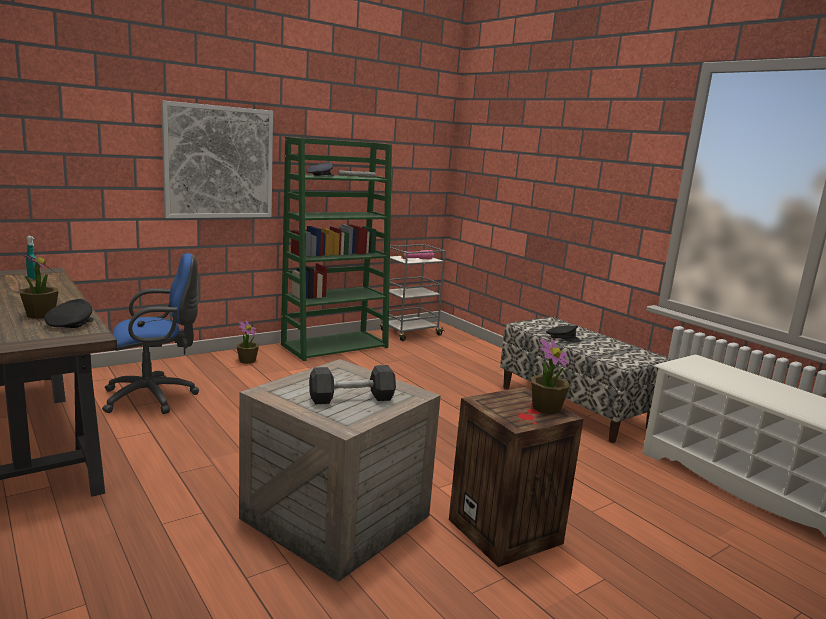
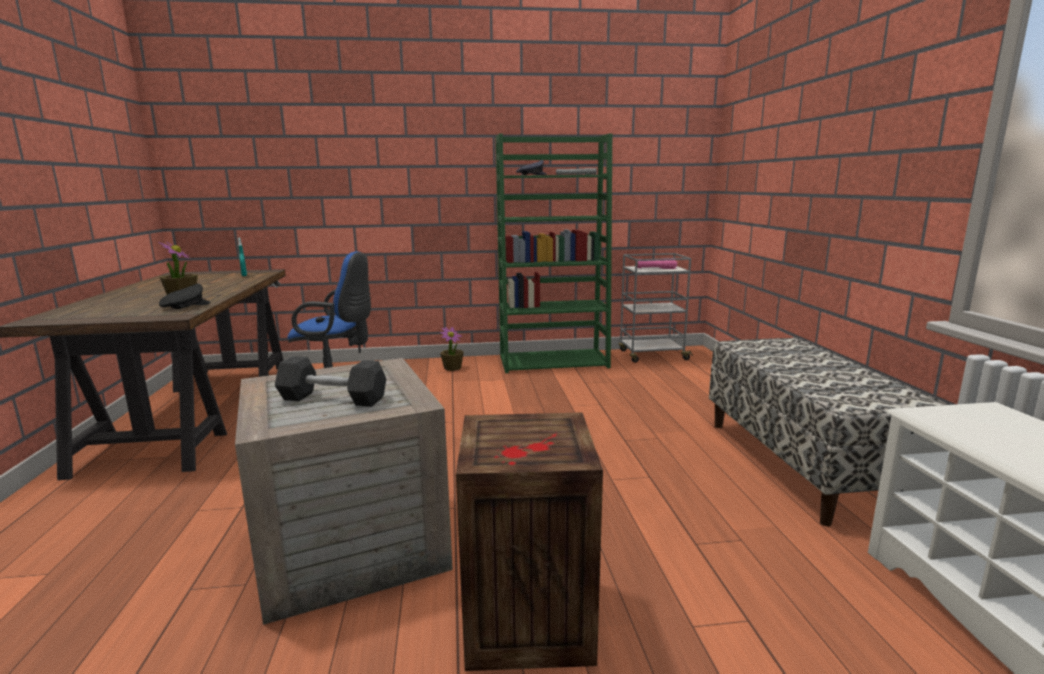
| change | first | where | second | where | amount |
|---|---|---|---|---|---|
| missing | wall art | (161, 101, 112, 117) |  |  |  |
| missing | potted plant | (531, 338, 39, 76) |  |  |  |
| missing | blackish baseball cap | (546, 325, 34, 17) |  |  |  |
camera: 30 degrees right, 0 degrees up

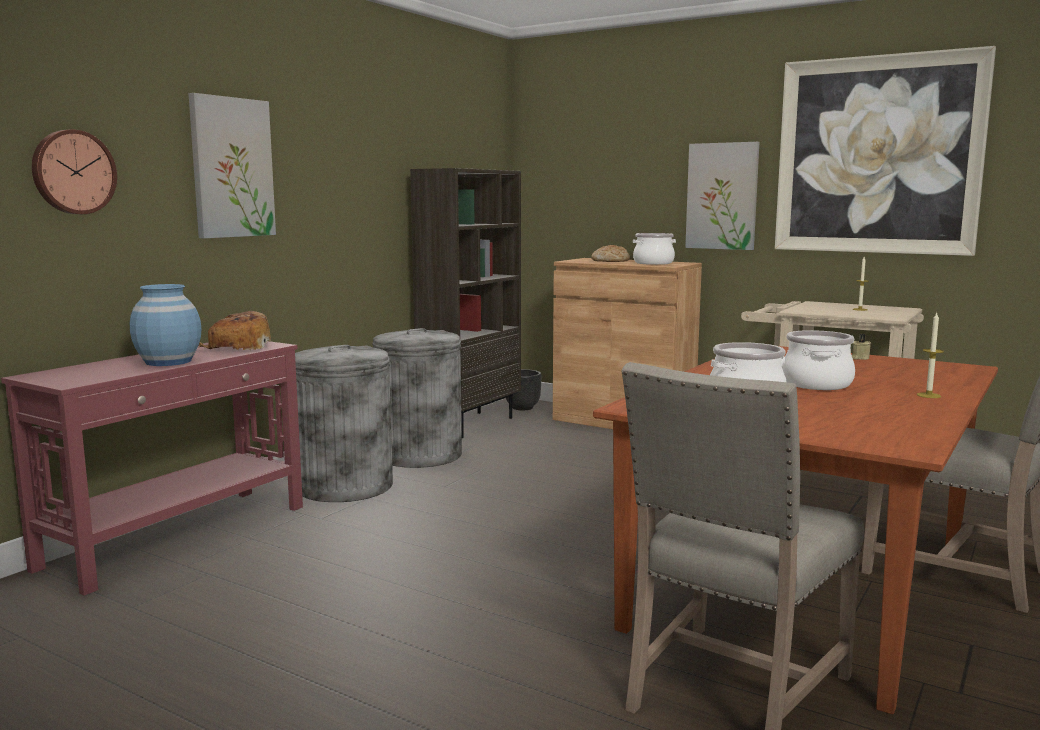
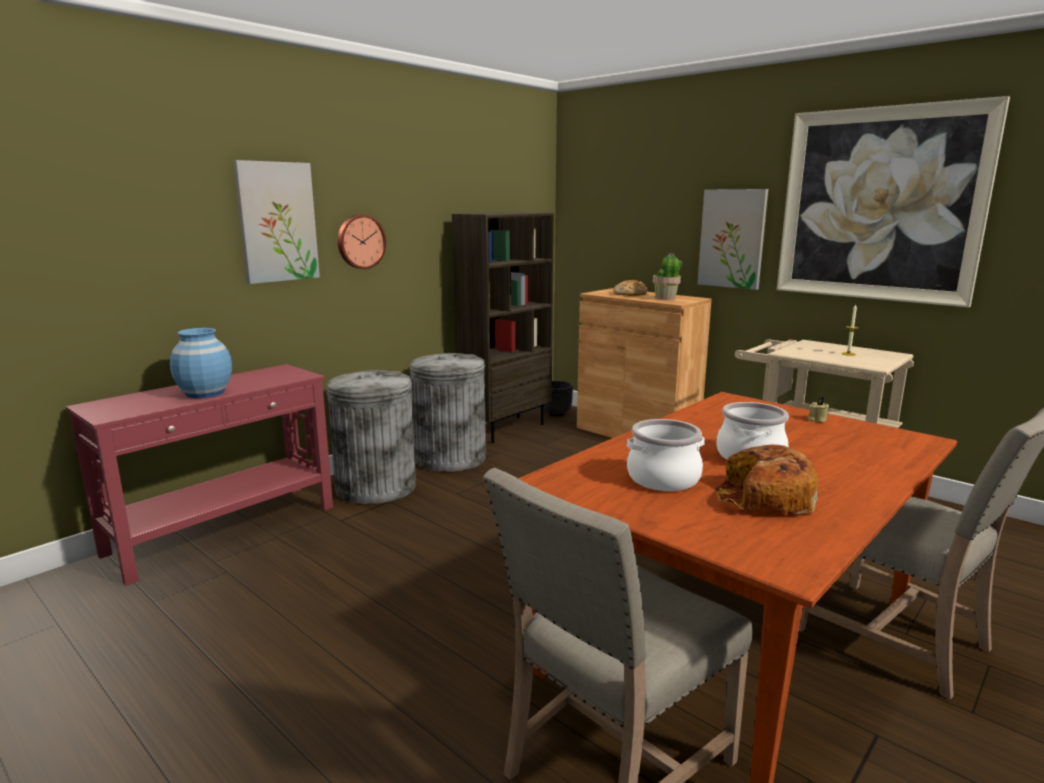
| change | first | where | second | where | amount |
|---|---|---|---|---|---|
| missing | wax candle | (917, 313, 27, 85) |  |  |  |
| relocated | hanging clock | (32, 129, 85, 85) |  | (338, 215, 48, 54) |  |
| relocated | bread | (198, 311, 73, 39) |  | (714, 444, 104, 71) |  |
| exchanged | saucepot | (633, 233, 43, 32) | potted plant | (653, 253, 29, 47) |  |
camera: 10 degrees right, 5 degrees up

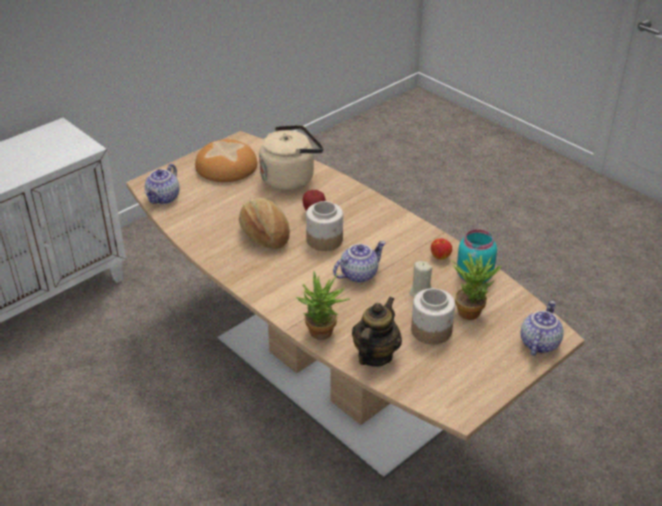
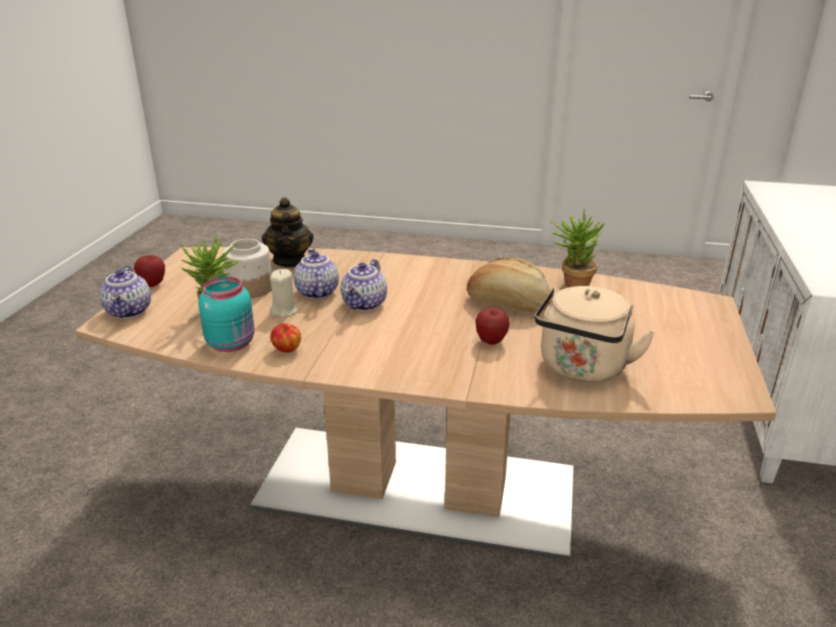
| change | first | where | second | where | amount |
|---|---|---|---|---|---|
| missing | bread | (195, 139, 62, 43) |  |  |  |
| missing | jar | (306, 201, 37, 50) |  |  |  |
| appeared |  |  | apple | (134, 255, 31, 32) |  |
| relocated | pot for tea | (145, 164, 34, 40) |  | (294, 249, 45, 50) |  |
| relocated | potted plant | (296, 271, 54, 69) |  | (550, 209, 55, 78) |  |
camera: 145 degrees right, 10 degrees down

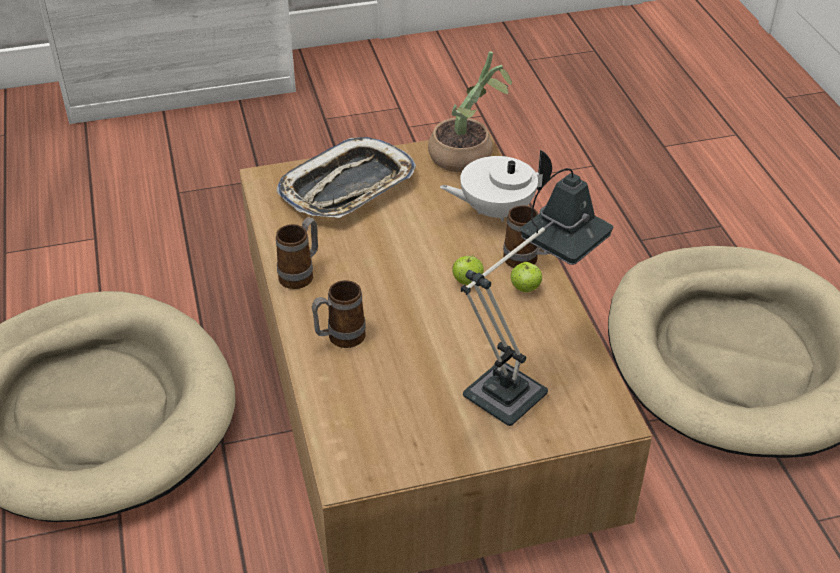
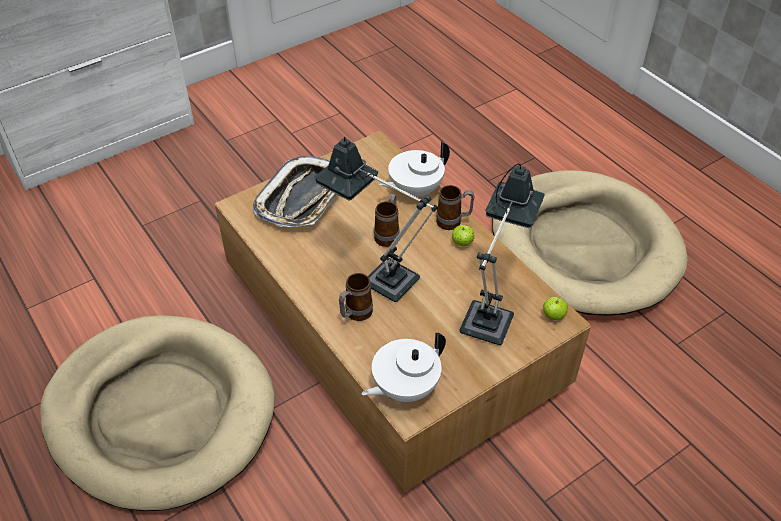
| change | first | where | second | where | amount |
|---|---|---|---|---|---|
| missing | potted plant | (428, 52, 84, 120) |  |  |  |
| appeared |  |  | tabletop lamp | (314, 137, 124, 165) |  |
| appeared |  |  | white pot for tea | (362, 332, 84, 70) |  |
| relocated | tea mug | (276, 217, 42, 72) |  | (374, 194, 26, 53) |  |
| relocated | apple | (452, 255, 32, 30) |  | (543, 297, 25, 23) |  |
camera: 20 degrees left, 5 degrees up

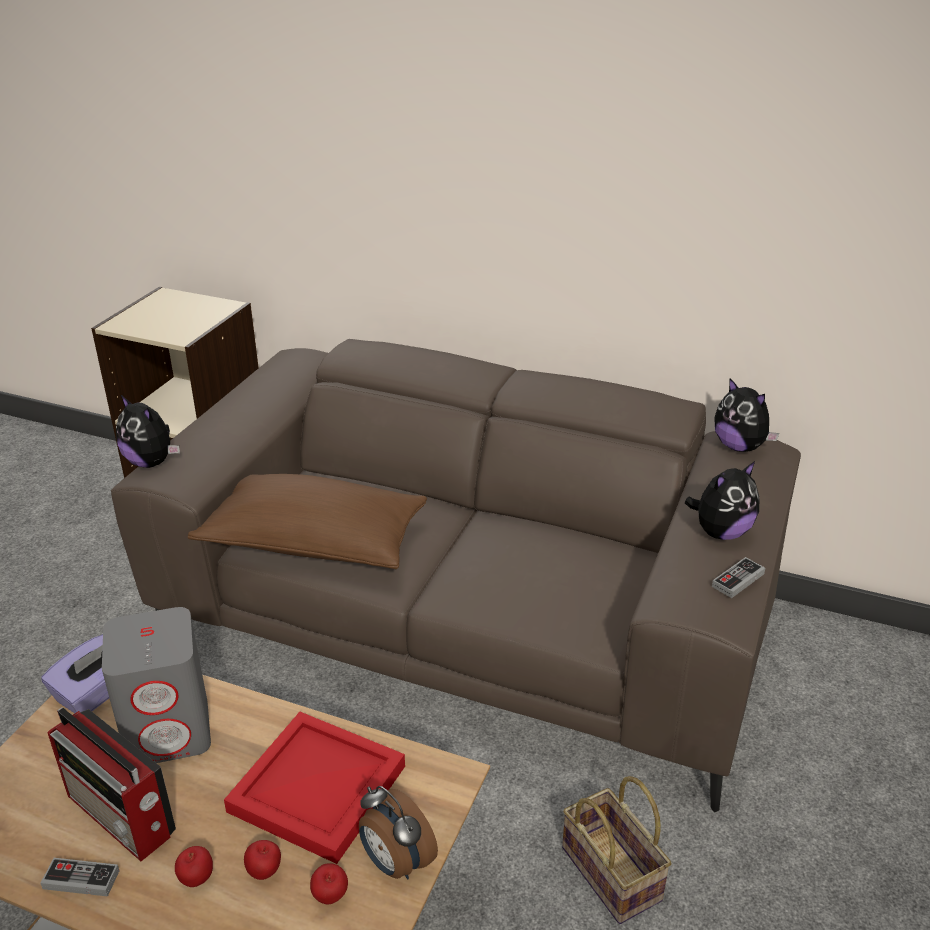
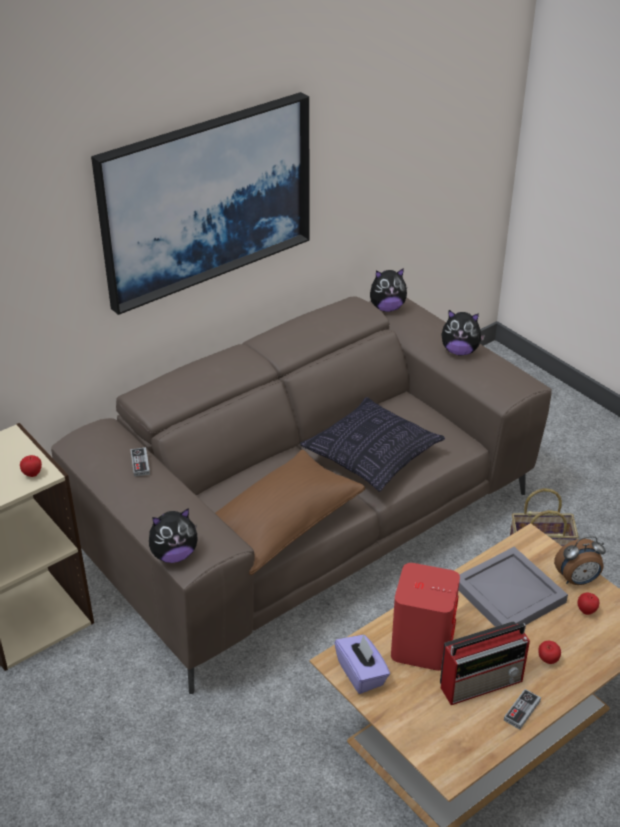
| change | first | where | second | where | amount |
|---|---|---|---|---|---|
| appeared |  |  | wall art | (91, 92, 218, 223) |  |
| appeared |  |  | throw pillow | (300, 397, 145, 94) |  |
| relocated | apple | (244, 840, 37, 40) |  | (20, 455, 22, 22) |  |
| relocated | joypad | (712, 557, 53, 41) |  | (130, 447, 20, 30) |  |
| colour | gray speaker | (102, 607, 109, 156) | reddish speaker | (391, 563, 69, 108) |  |
| colour | reddish tray | (224, 712, 181, 152) | gray tray | (458, 547, 110, 80) |  |
| spun | plush toy | (685, 461, 74, 79) |  | (441, 310, 45, 46) | 105 degrees clockwise |
camera: 60 degrees left, 5 degrees up

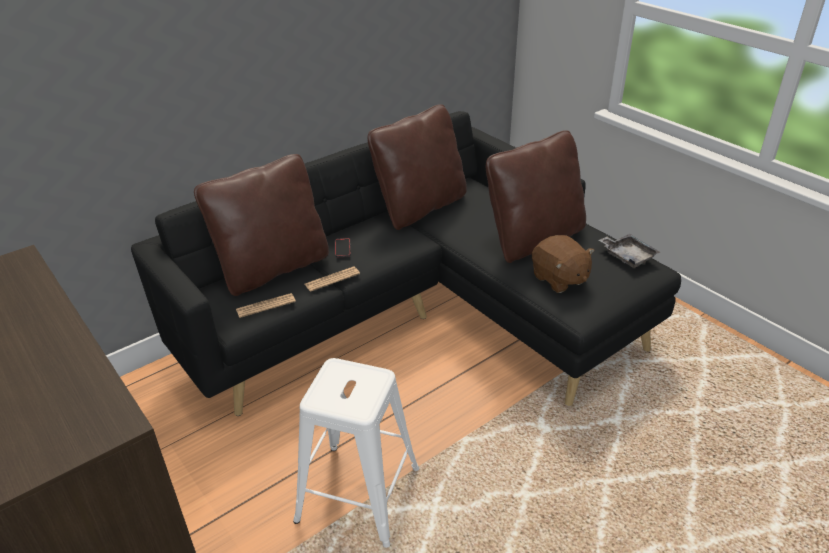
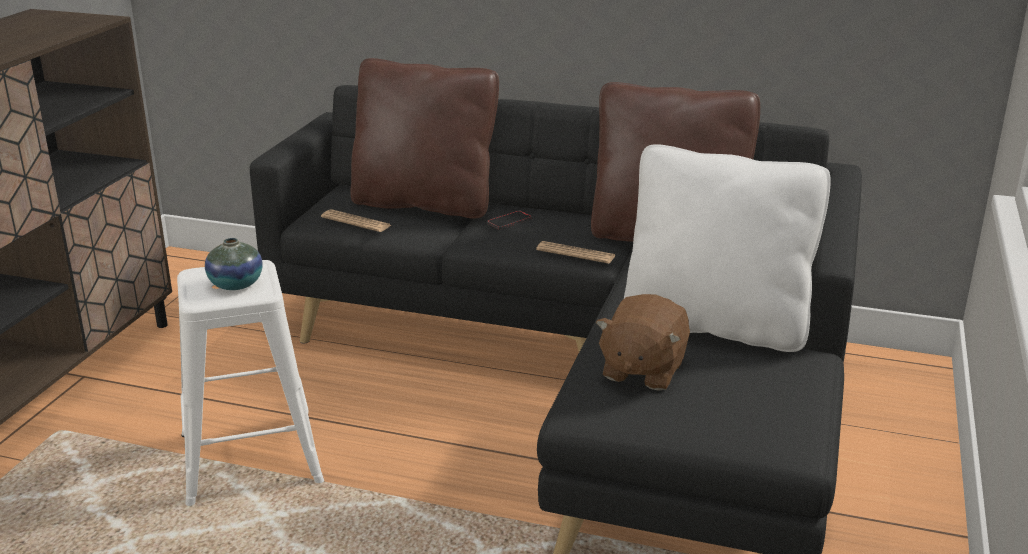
| change | first | where | second | where | amount |
|---|---|---|---|---|---|
| missing | gray tray | (599, 234, 61, 34) |  |  |  |
| appeared |  |  | decorative vase | (205, 238, 57, 52) |  |
| relocated | newspaper | (305, 266, 55, 26) |  | (536, 241, 80, 23) |  |
| colour | brown-coloured throw pillow | (486, 130, 100, 133) | white throw pillow | (624, 144, 207, 208) |  |
camera: 55 degrees right, 10 degrees down

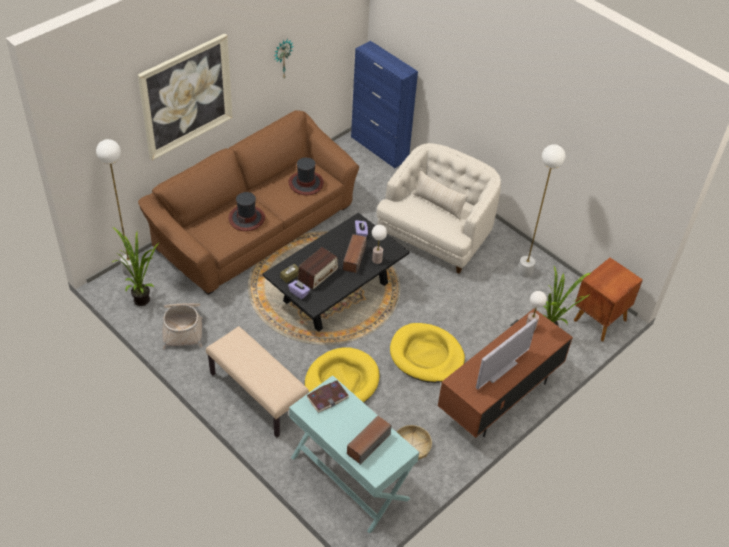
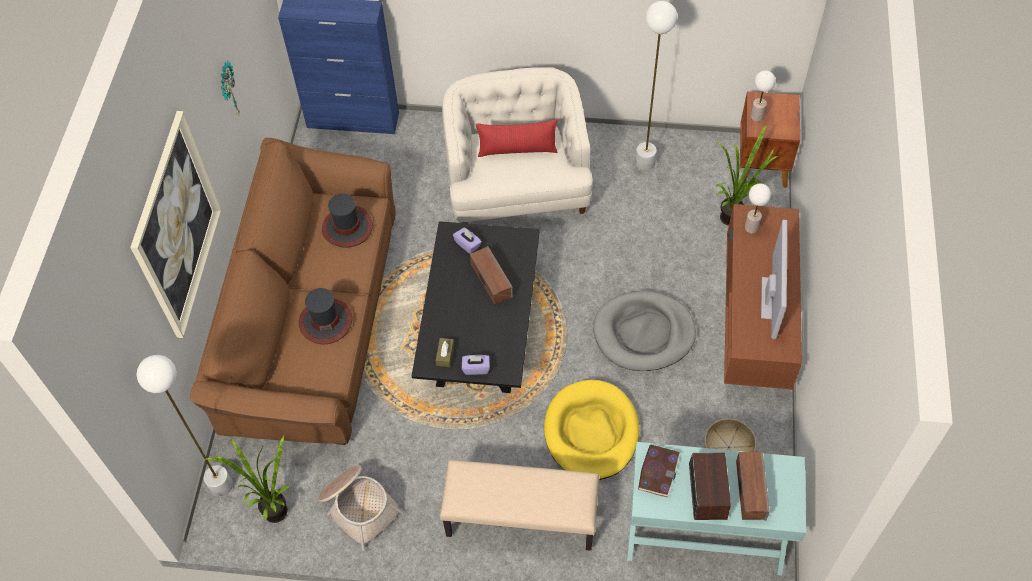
| change | first | where | second | where | amount |
|---|---|---|---|---|---|
| relocated | radio | (298, 247, 40, 42) |  | (689, 452, 42, 68) |  |
| relocated | tabletop lamp | (372, 225, 15, 39) |  | (750, 70, 26, 52) |  |
| colour | yellow dog bed | (390, 323, 75, 60) | gray dog bed | (593, 291, 103, 80) |  |
| colour | sand-coloured throw pillow | (413, 170, 56, 49) | reddish throw pillow | (476, 119, 81, 38) |  |
camera: 35 degrees left, 10 degrees up

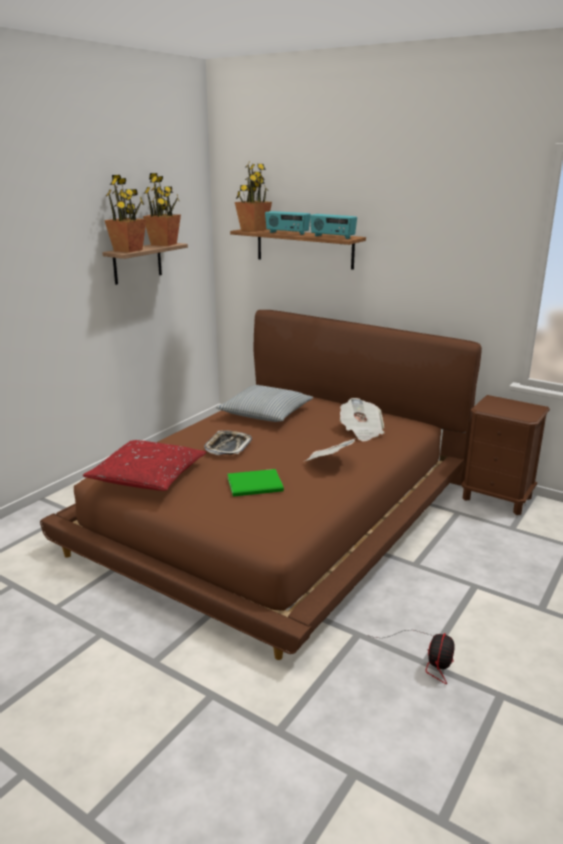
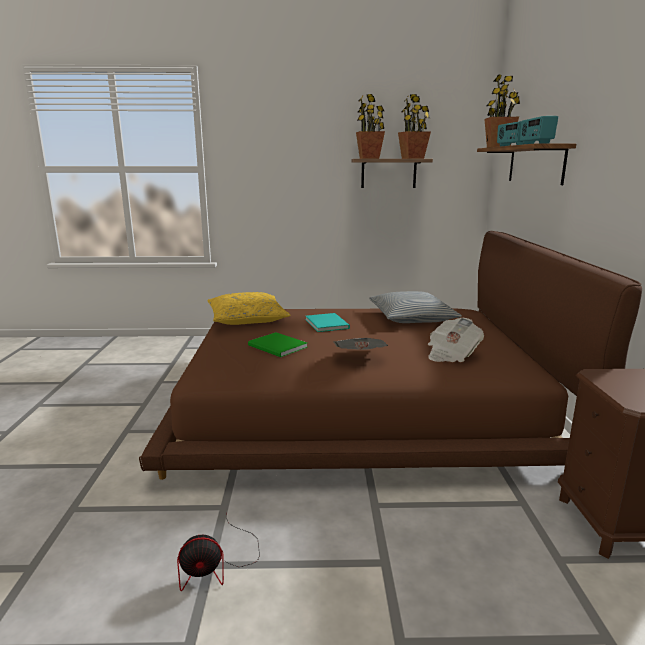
| change | first | where | second | where | amount |
|---|---|---|---|---|---|
| exchanged | tray | (204, 431, 48, 24) | blue-green book | (305, 313, 45, 19) |  |
| colour | reddish throw pillow | (83, 440, 123, 51) | yellow throw pillow | (208, 292, 83, 33) |  |
camera: 55 degrees right, 5 degrees down

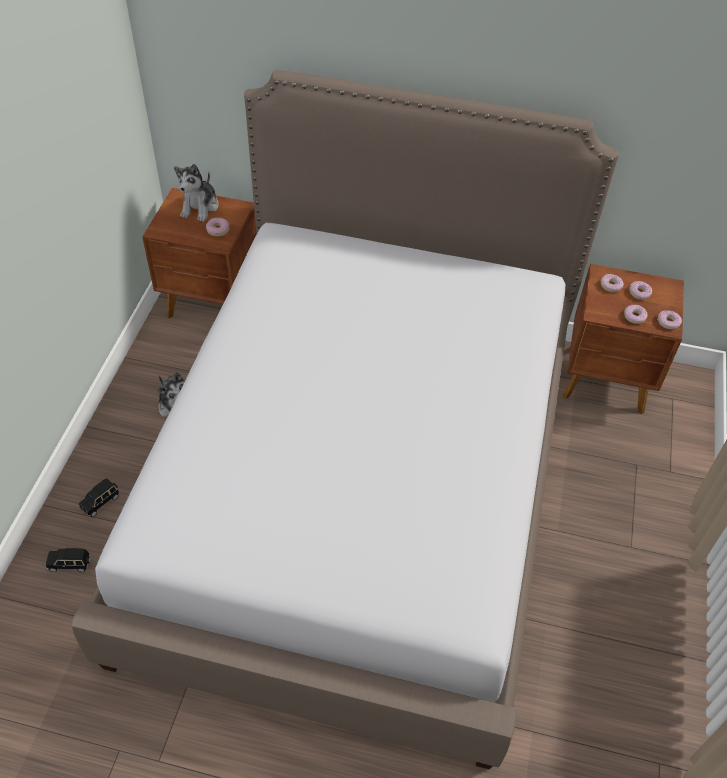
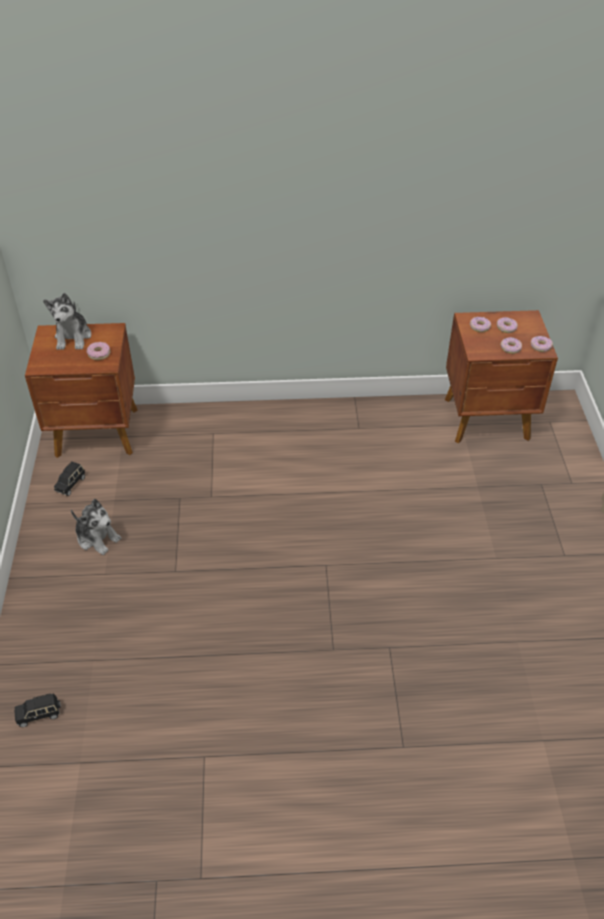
| change | first | where | second | where | amount |
|---|---|---|---|---|---|
| missing | bedroom bed | (72, 70, 547, 699) |  |  |  |
| relocated | blackish model car | (79, 479, 40, 38) |  | (54, 462, 31, 34) |  |
camera: 15 degrees left, 5 degrees down

